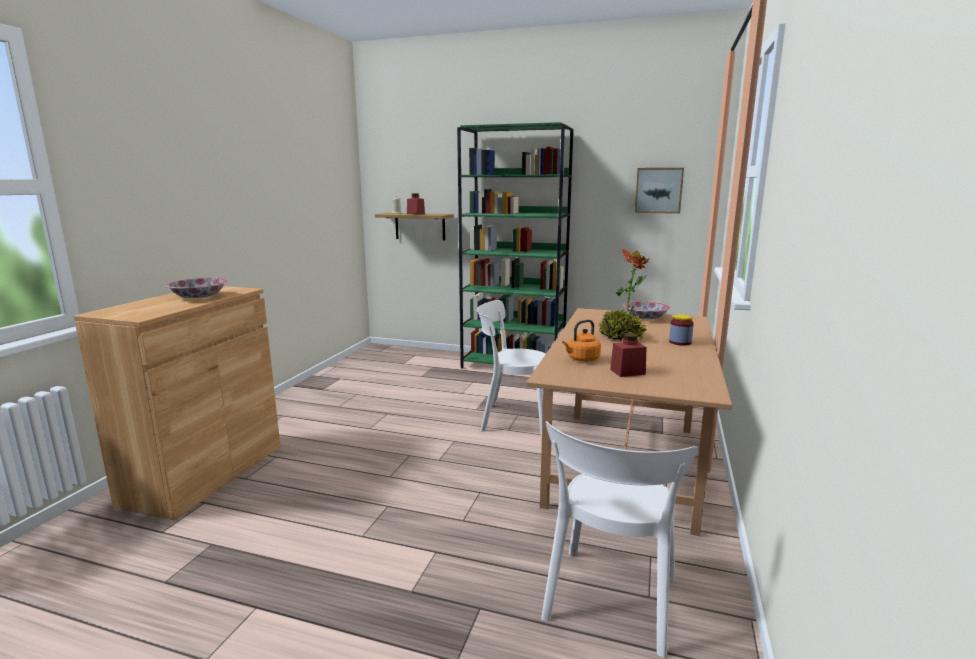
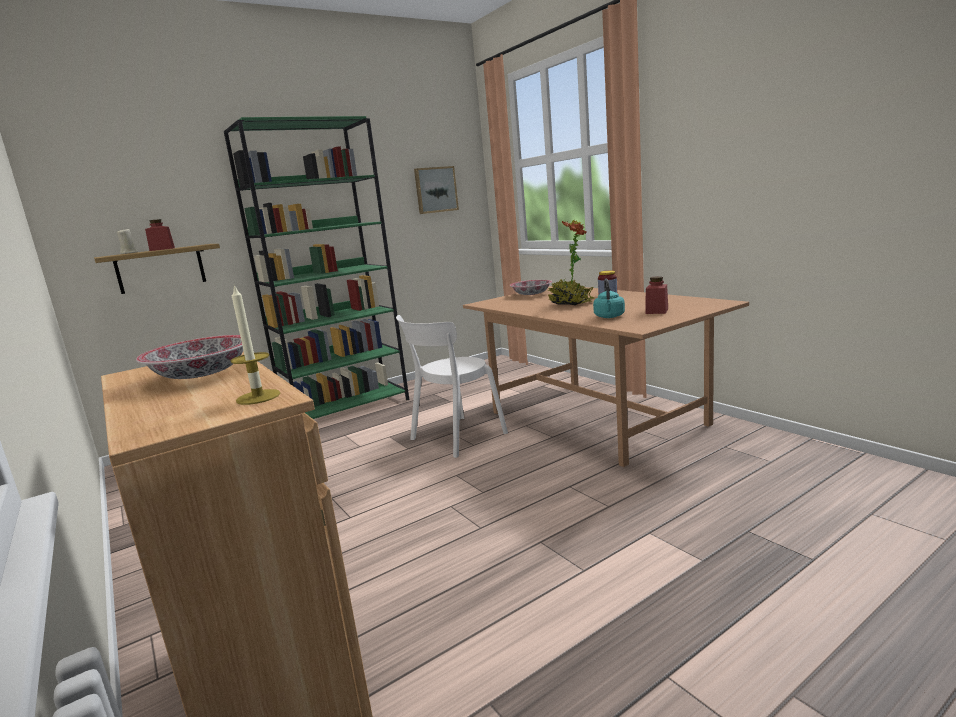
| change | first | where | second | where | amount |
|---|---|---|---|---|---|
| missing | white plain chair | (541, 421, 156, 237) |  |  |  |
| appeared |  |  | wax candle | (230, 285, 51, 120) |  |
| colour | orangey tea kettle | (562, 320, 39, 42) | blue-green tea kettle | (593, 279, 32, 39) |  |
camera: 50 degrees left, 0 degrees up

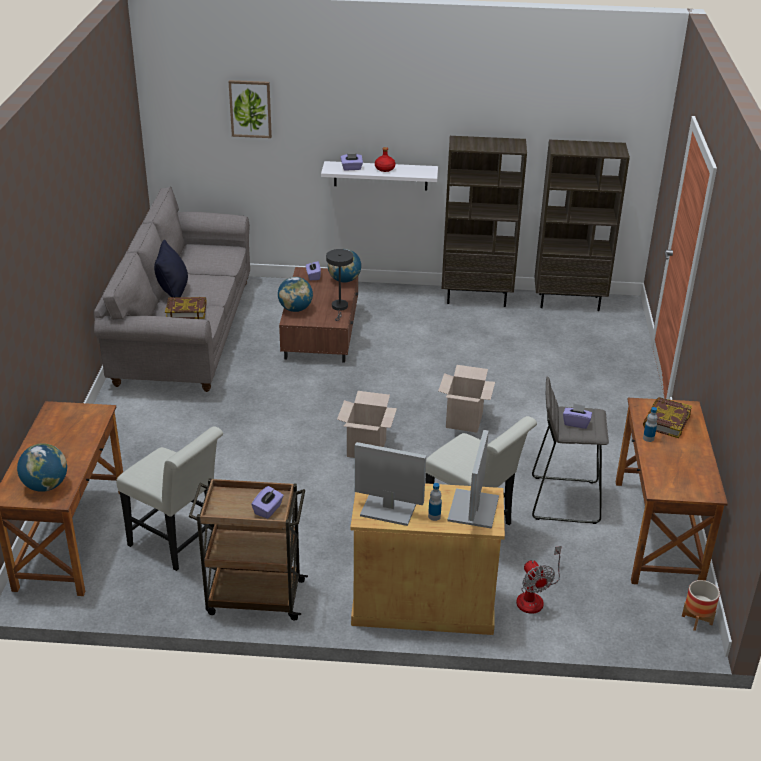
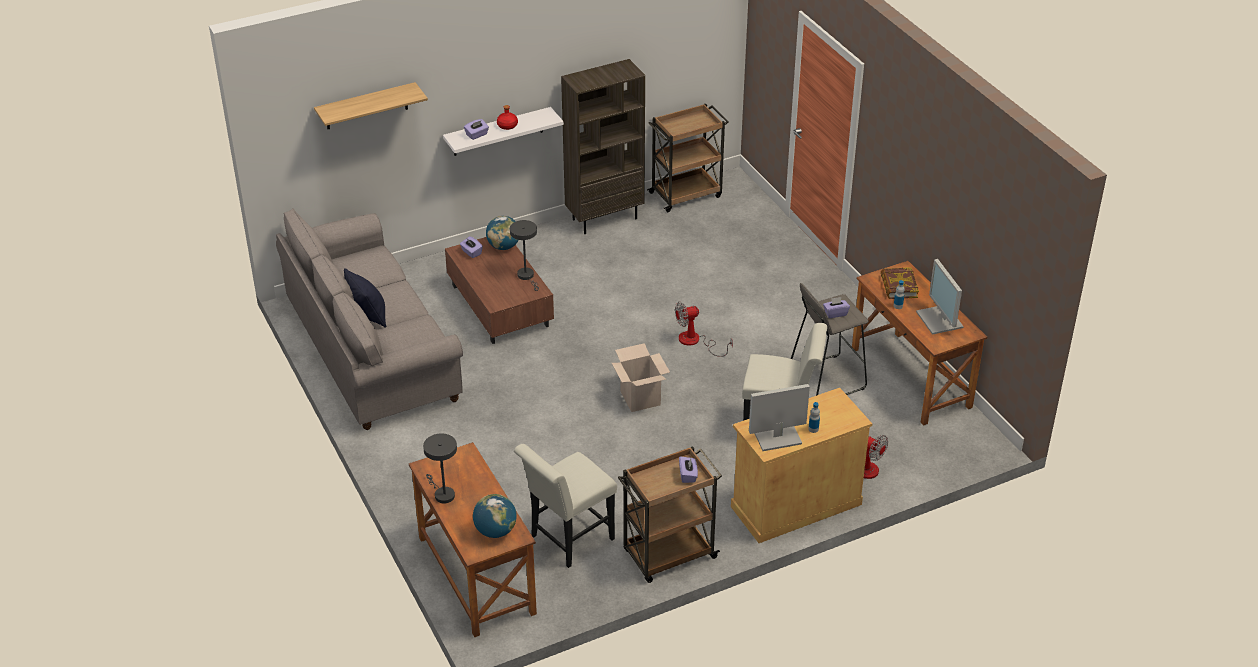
| change | first | where | second | where | amount |
|---|---|---|---|---|---|
| missing | book | (165, 297, 41, 22) |  |  |  |
| missing | desk globe | (278, 277, 35, 35) |  |  |  |
| missing | plant pot | (682, 580, 38, 51) |  |  |  |
| appeared |  |  | gray tabletop lamp | (423, 433, 34, 70) |  |
| relocated | monitor | (447, 430, 52, 99) |  | (916, 259, 48, 76) |  |
| exchanged | wall art | (229, 80, 43, 58) | shelf | (314, 82, 114, 47) |  |
| exchanged | carton | (438, 365, 57, 68) | fan | (675, 301, 58, 56) |  |
| exchanged | brown-coloured bookshelf | (534, 140, 96, 171) | brown-coloured trolley | (647, 104, 82, 108) |  |
| spun | white plain chair | (116, 426, 107, 145) |  | (514, 444, 103, 124) | 135 degrees clockwise |
camera: 30 degrees left, 5 degrees up

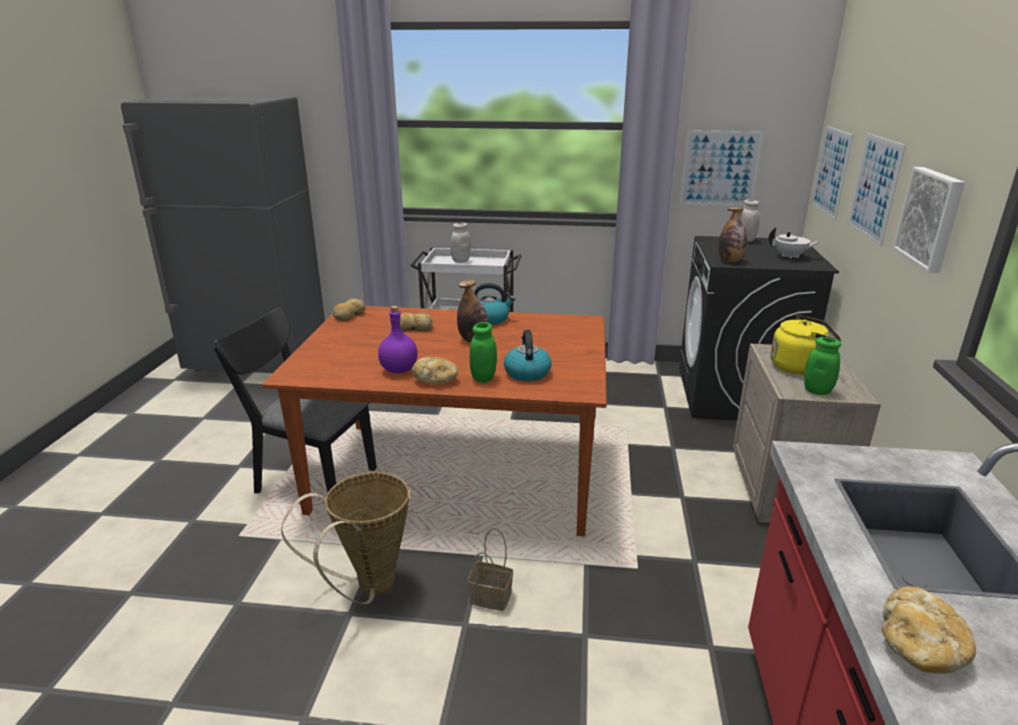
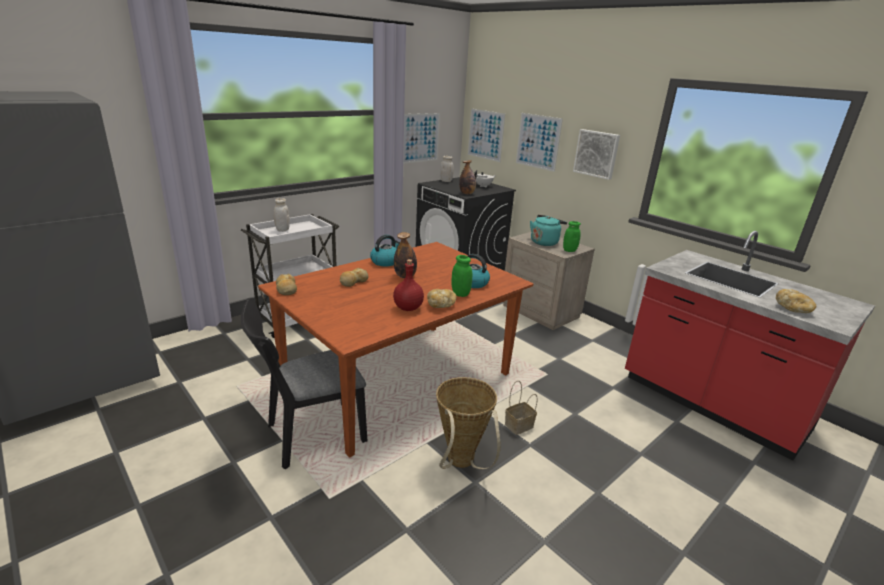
| change | first | where | second | where | amount |
|---|---|---|---|---|---|
| colour | purple beverage bottle | (378, 306, 40, 67) | reddish beverage bottle | (393, 259, 31, 52) |  |
| colour | yellow tea kettle | (771, 315, 71, 60) | blue-green tea kettle | (530, 215, 37, 31) |  |
camera: 50 degrees left, 0 degrees up

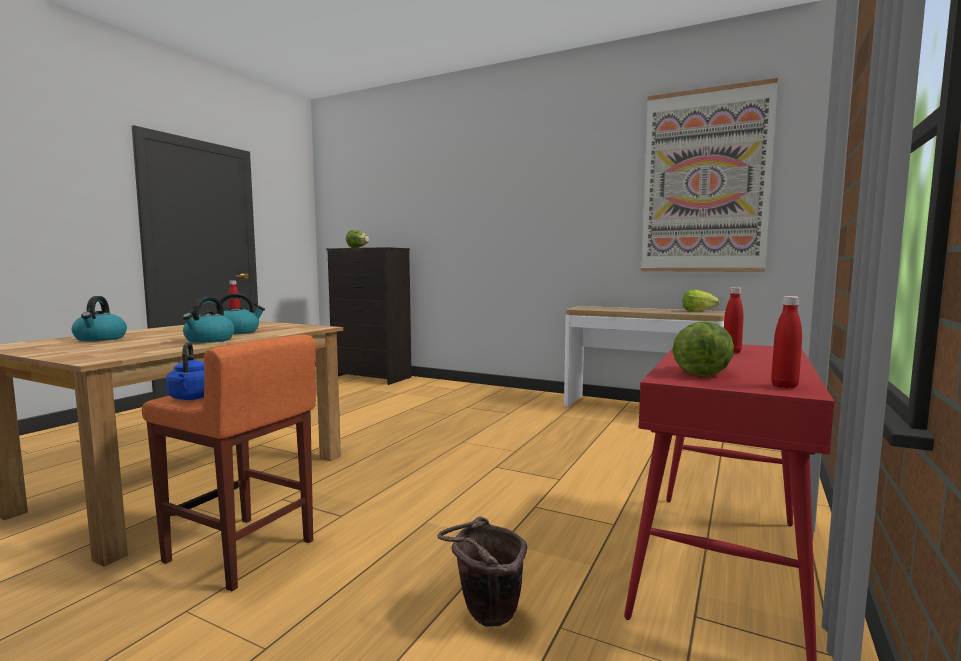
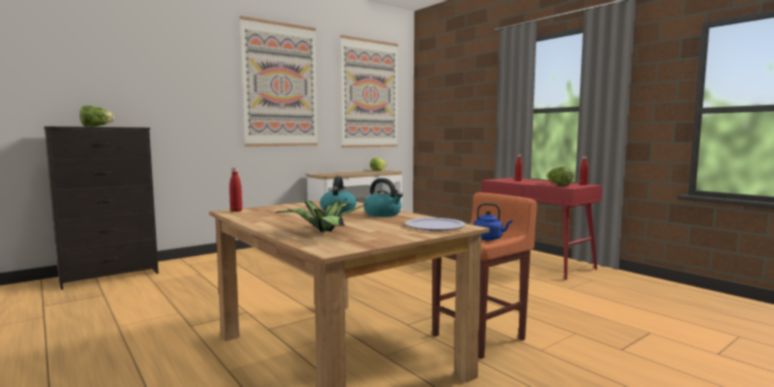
| change | first | where | second | where | amount |
|---|---|---|---|---|---|
| missing | brown-coloured pail | (437, 516, 90, 111) |  |  |  |
| appeared |  |  | wall art | (240, 16, 78, 131) |  |
| appeared |  |  | dinner plate | (405, 218, 61, 13) |  |
| exchanged | tea kettle | (72, 296, 55, 45) | potted plant | (275, 198, 91, 35) |  |
camera: 65 degrees left, 0 degrees up

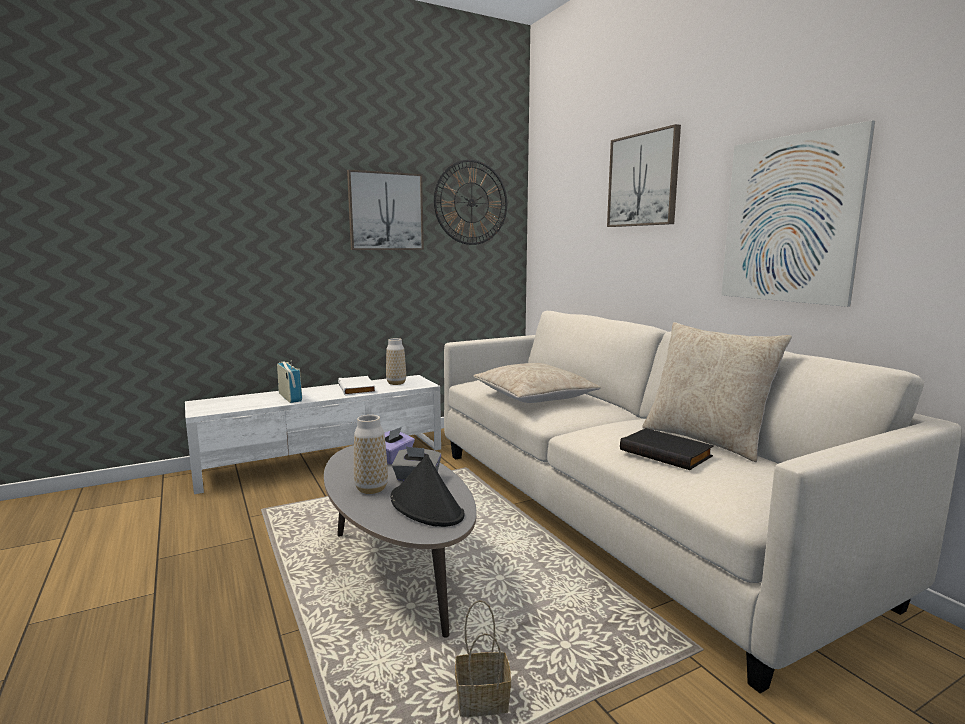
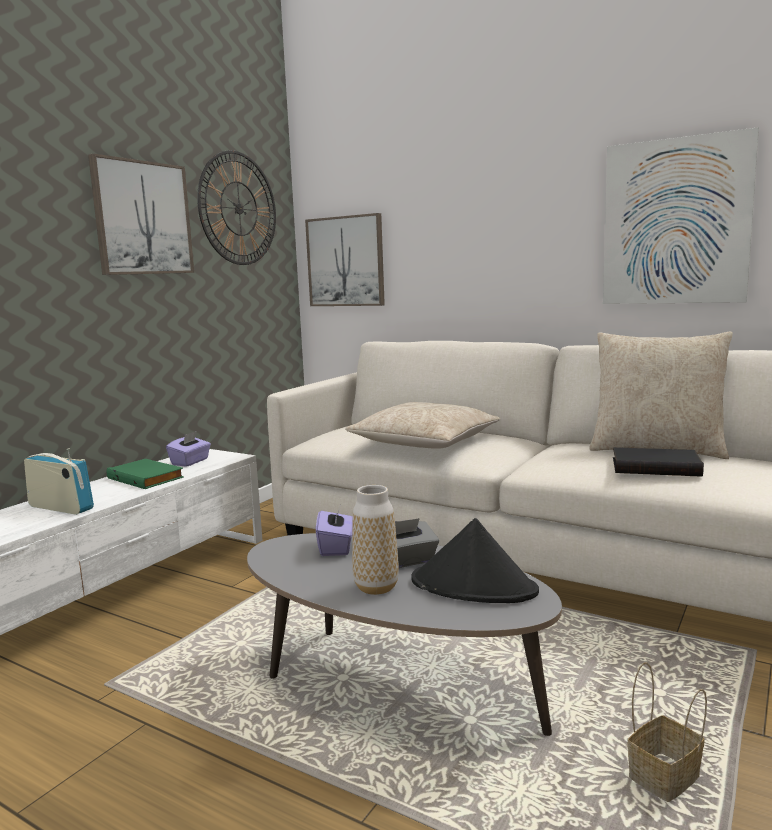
| change | first | where | second | where | amount |
|---|---|---|---|---|---|
| relocated | wall art | (607, 124, 74, 103) |  | (305, 213, 80, 93) |  |
| exchanged | decorative vase | (386, 338, 20, 47) | purple tissue box | (166, 431, 45, 36) |  |
| colour | white book | (338, 376, 38, 20) | greenish book | (106, 459, 78, 30) |  |
camera: 30 degrees left, 0 degrees up

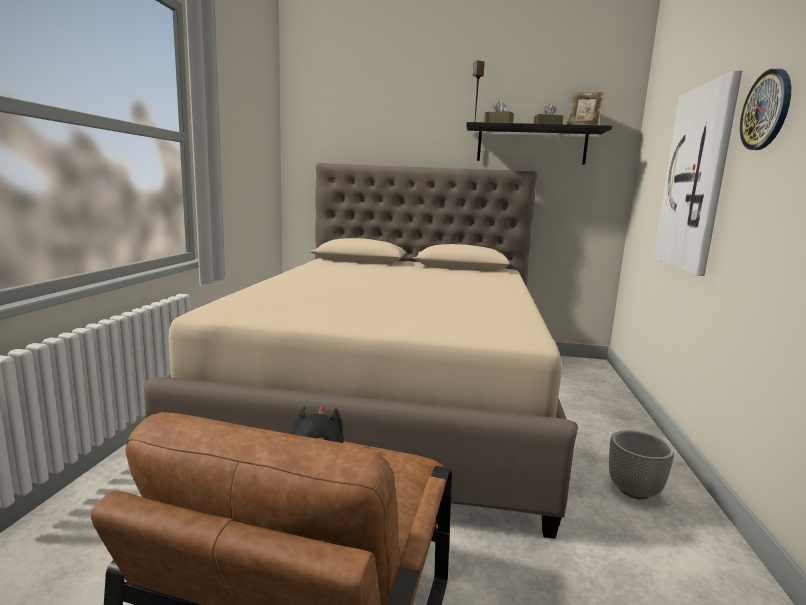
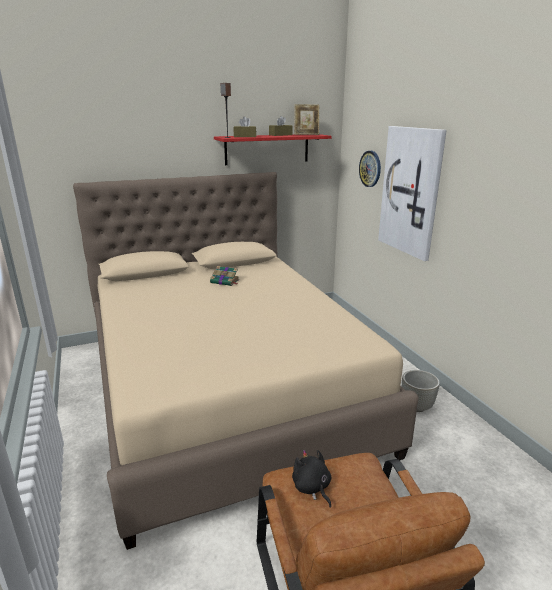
| change | first | where | second | where | amount |
|---|---|---|---|---|---|
| appeared |  |  | book | (210, 266, 29, 20) |  |
| relocated | hanging clock | (740, 69, 51, 81) |  | (359, 151, 22, 36) |  |
| colour | blackish shelf | (466, 122, 146, 43) | reddish shelf | (214, 134, 118, 31) |  |
camera: 30 degrees left, 10 degrees up

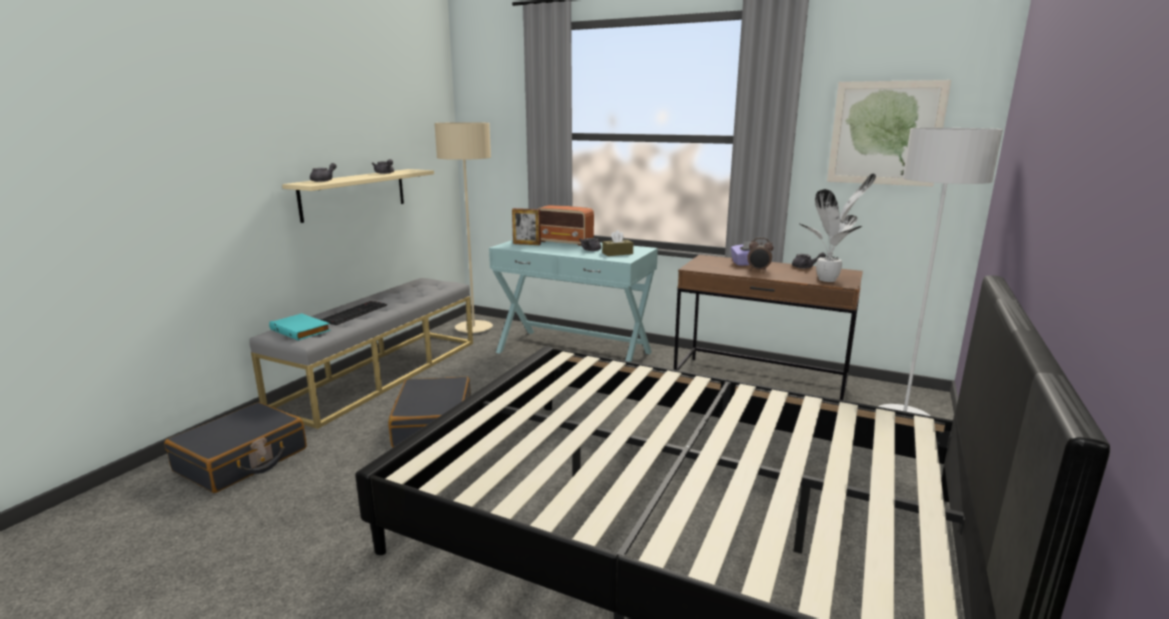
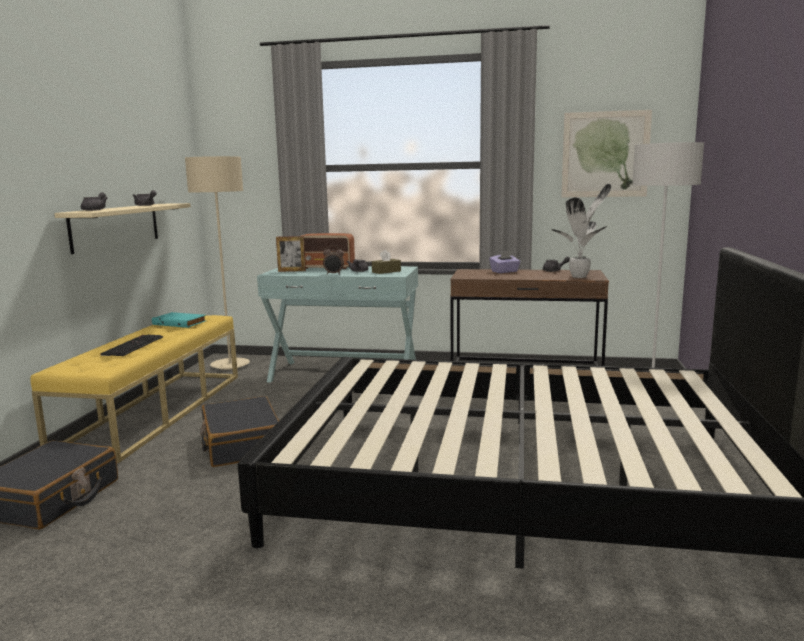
| change | first | where | second | where | amount |
|---|---|---|---|---|---|
| relocated | blue-green book | (269, 313, 62, 28) |  | (152, 312, 54, 16) |  |
| relocated | alarm clock | (747, 238, 27, 34) |  | (323, 245, 21, 30) |  |
| colour | gray indoor bench | (249, 278, 224, 151) | yellow indoor bench | (30, 315, 208, 148) |  |
camera: 15 degrees left, 5 degrees down

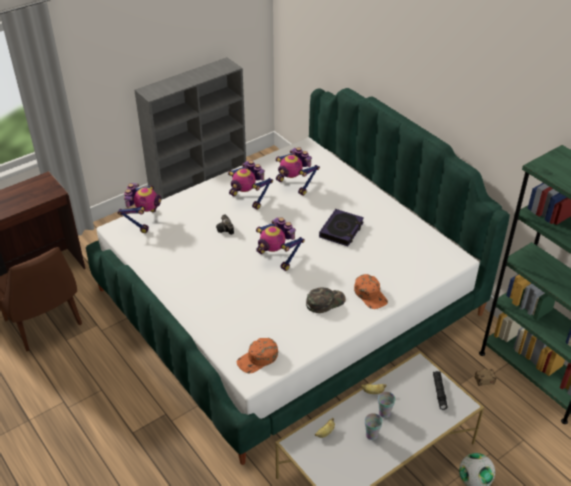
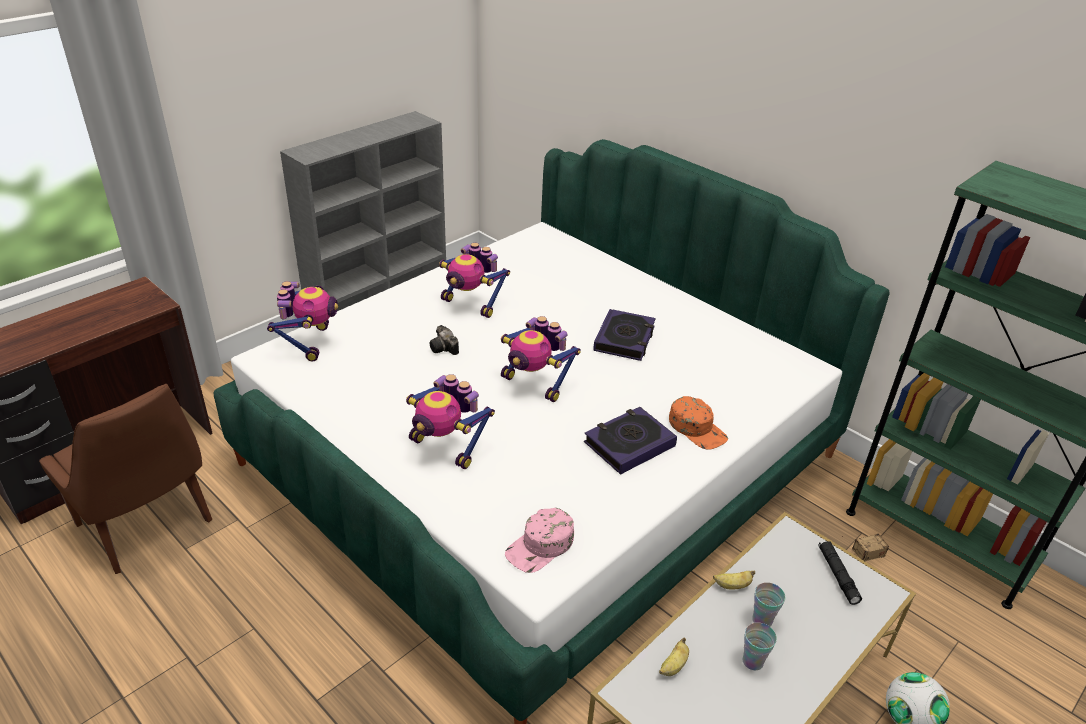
| change | first | where | second | where | amount |
|---|---|---|---|---|---|
| relocated | toy robot | (276, 147, 44, 49) |  | (406, 374, 89, 95) |  |
| exchanged | greenish baseball cap | (306, 287, 40, 26) | book | (584, 407, 93, 68) |  |
| colour | orangey baseball cap | (237, 338, 41, 35) | pink-coloured baseball cap | (505, 508, 69, 65) |  |
camera: 10 degrees left, 5 degrees down

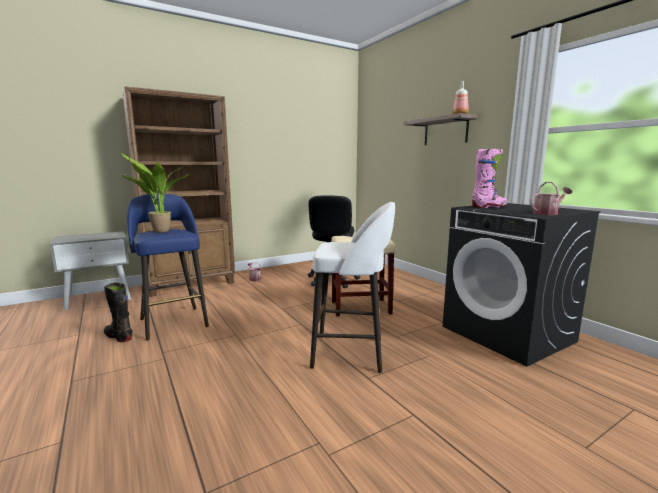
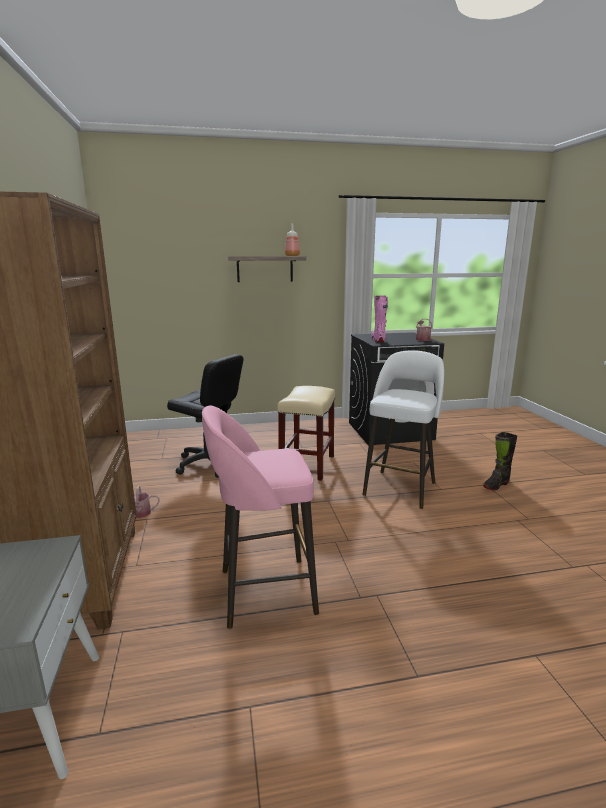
| change | first | where | second | where | amount |
|---|---|---|---|---|---|
| missing | potted plant | (121, 152, 68, 81) |  |  |  |
| relocated | blackish tall boot | (104, 282, 29, 60) |  | (483, 432, 34, 58) |  |
| colour | blue-coloured sitting stool | (127, 194, 82, 147) | pink-coloured sitting stool | (202, 406, 117, 223) |  |
camera: 70 degrees left, 5 degrees up

